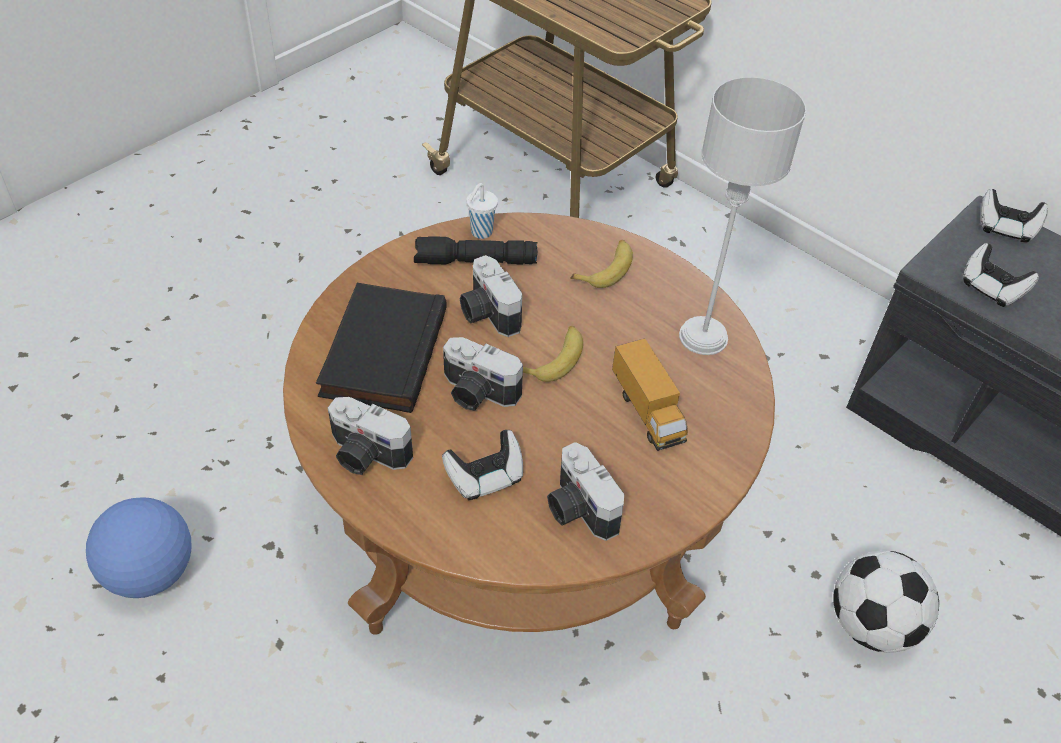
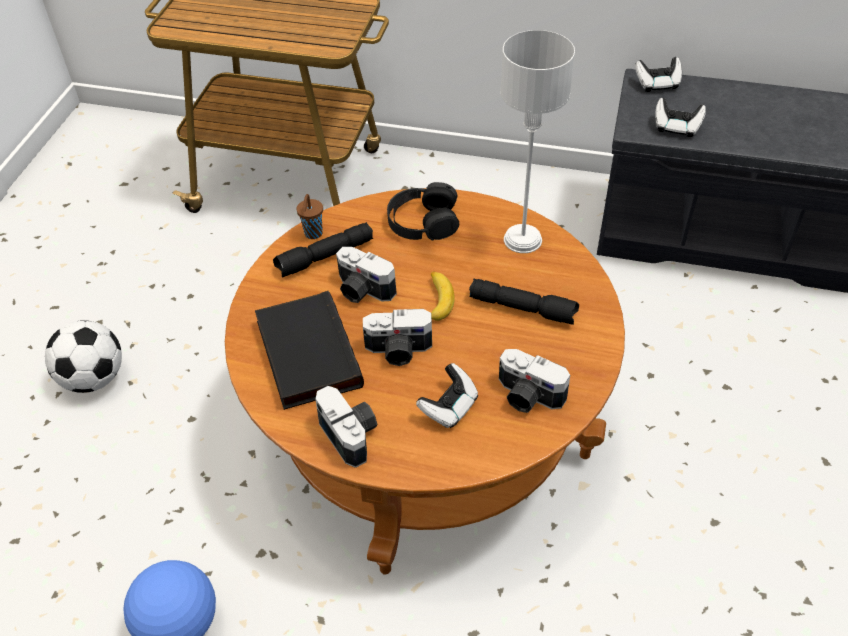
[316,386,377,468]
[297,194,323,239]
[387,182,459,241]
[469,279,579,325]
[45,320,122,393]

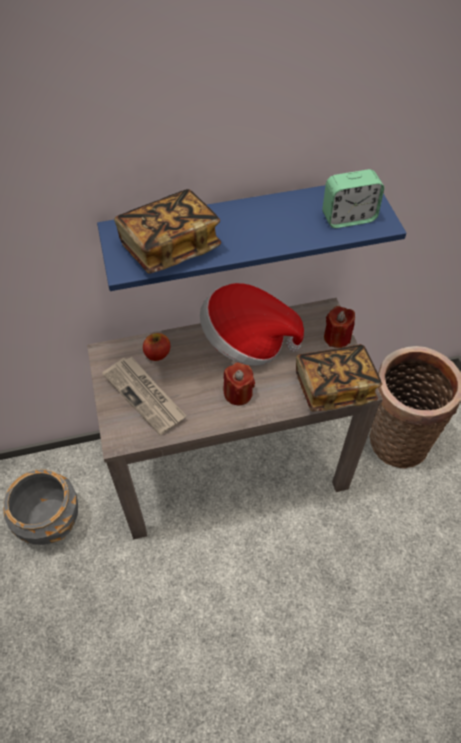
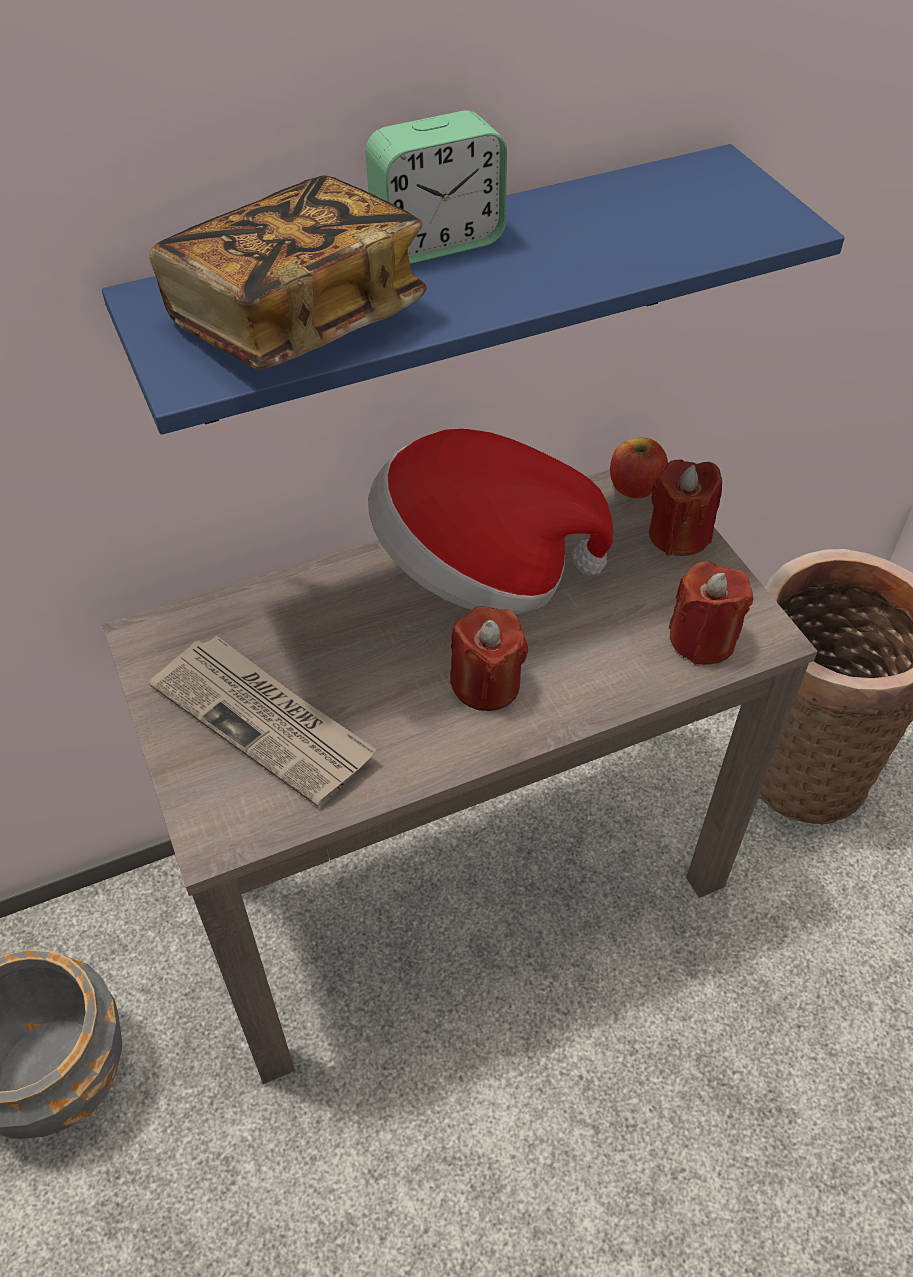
[610,438,668,498]
[669,561,753,665]
[365,110,507,264]

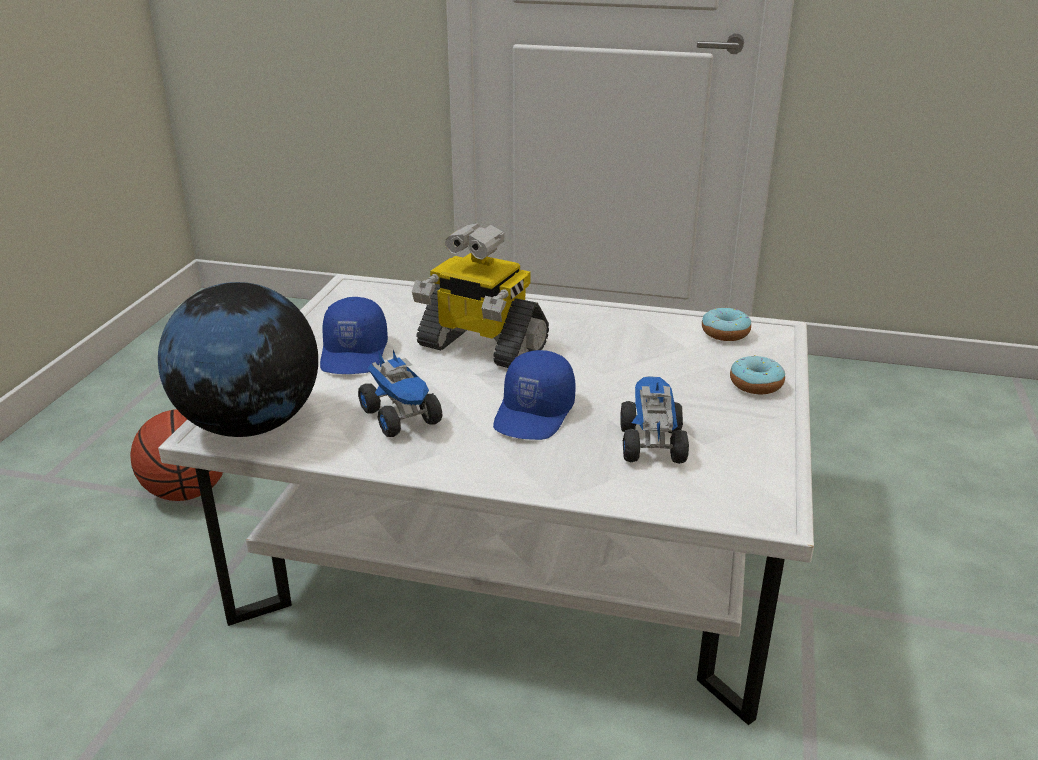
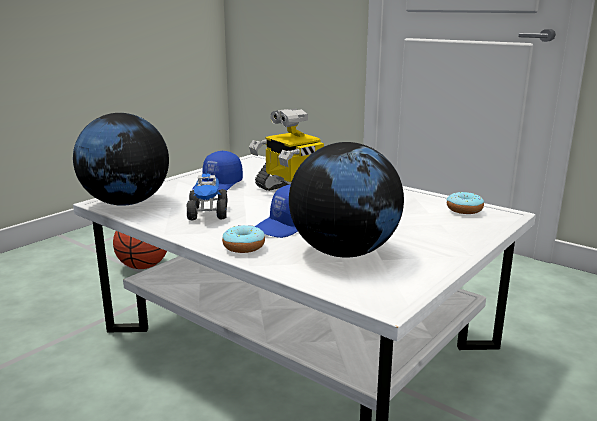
[289,142,404,258]
[222,225,265,253]

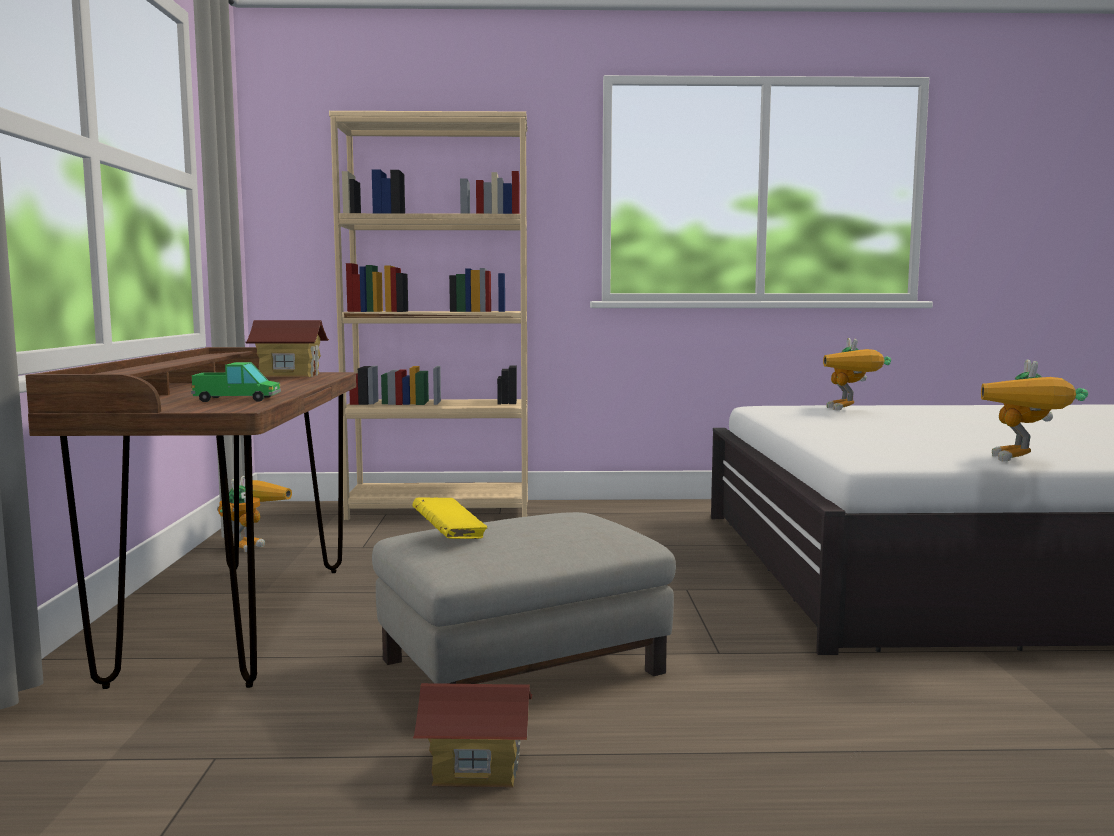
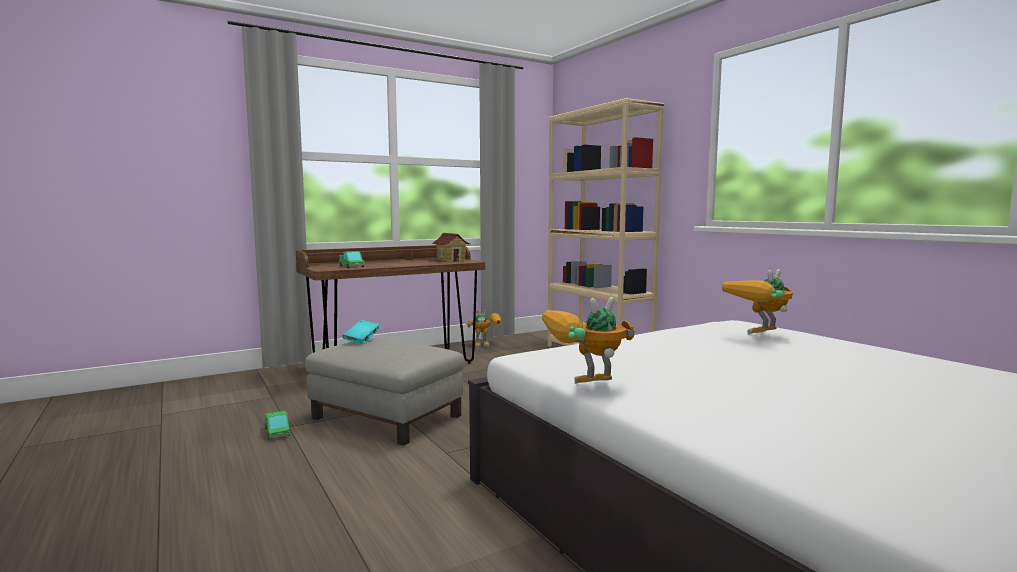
[343,320,380,344]
[265,411,292,439]

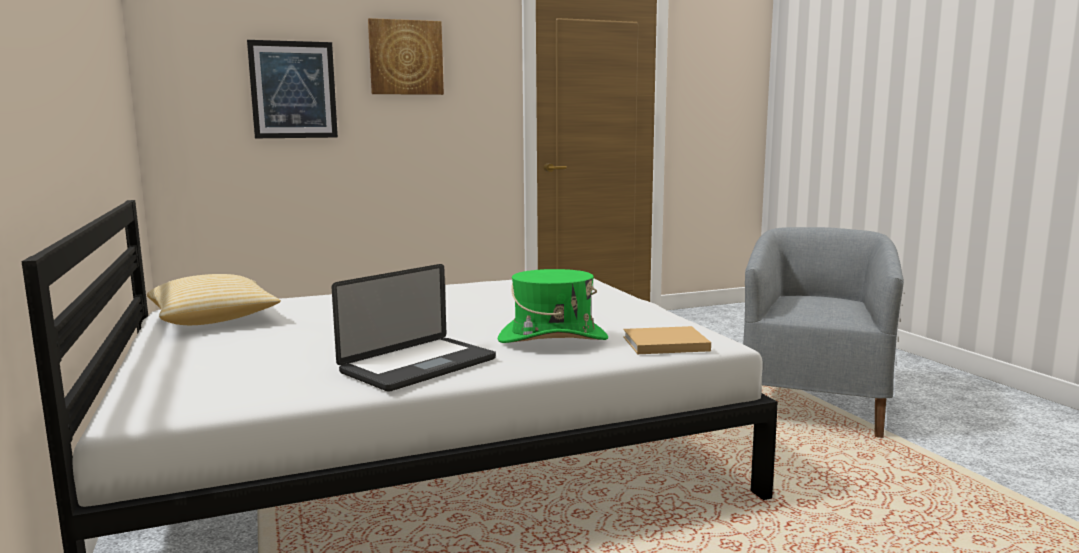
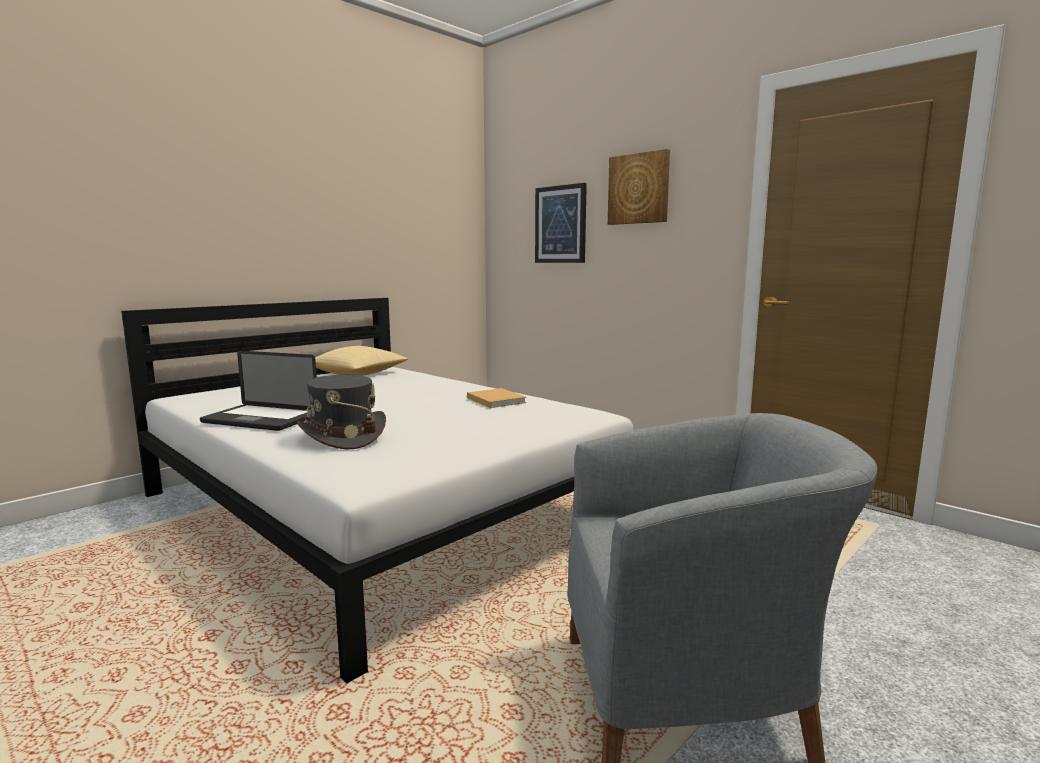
[297,375,386,450]
[467,388,526,408]

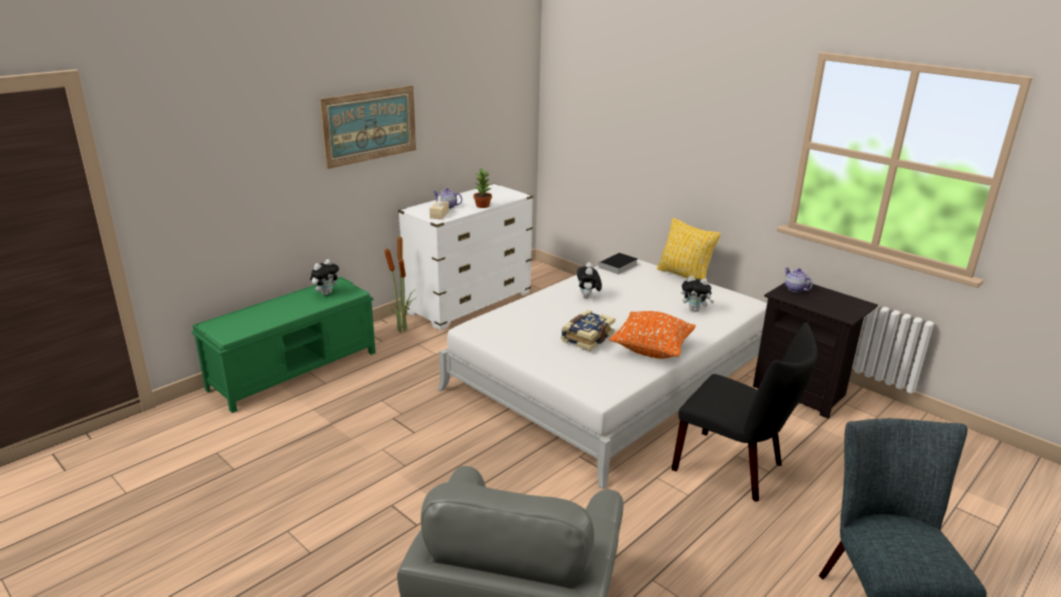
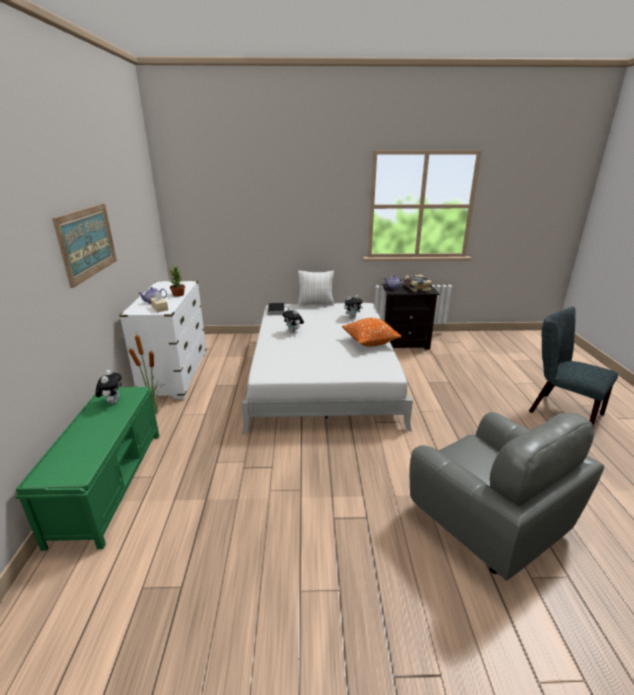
[404,275,432,292]
[298,271,334,306]
[671,322,818,502] (first image)

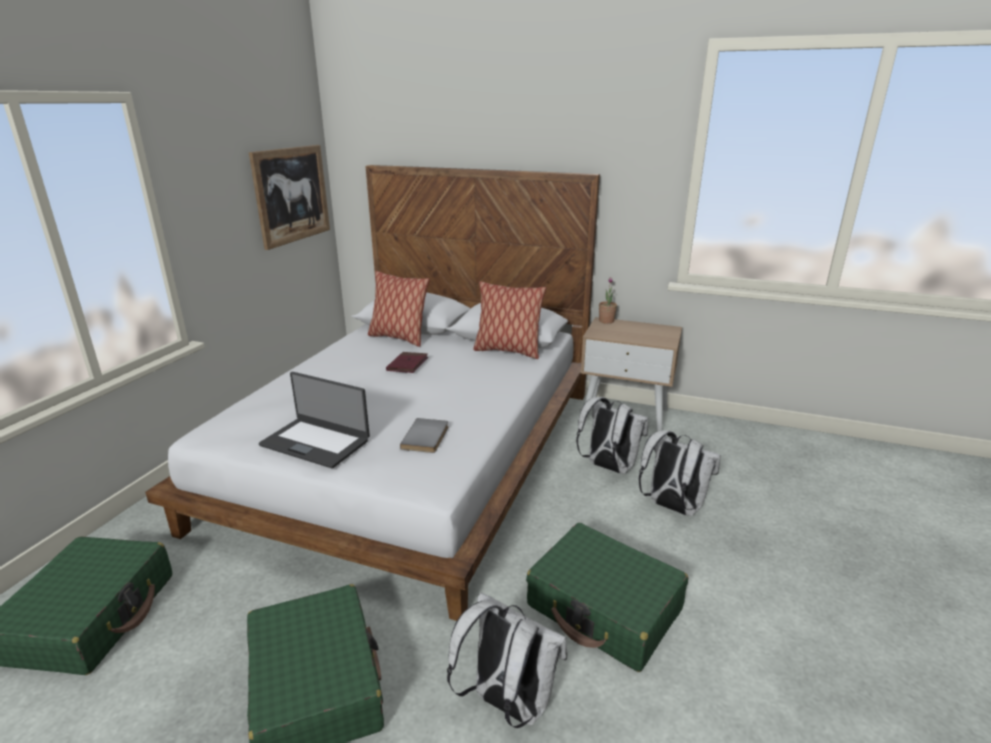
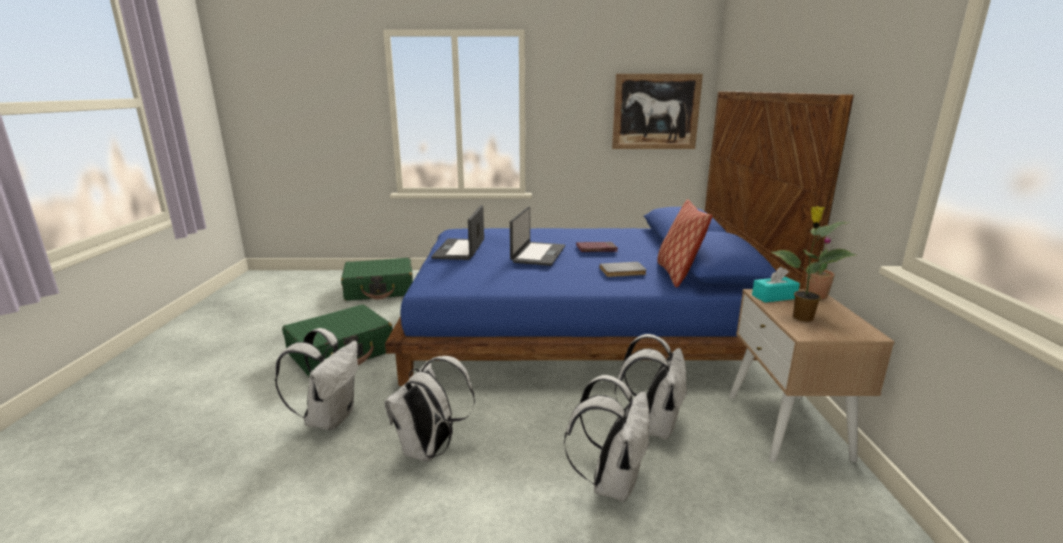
[385,91,854,386]
[368,271,430,347] (first image)
[600,262,647,277]
[384,356,475,461]
[510,207,565,266]
[752,267,800,303]
[771,206,856,322]

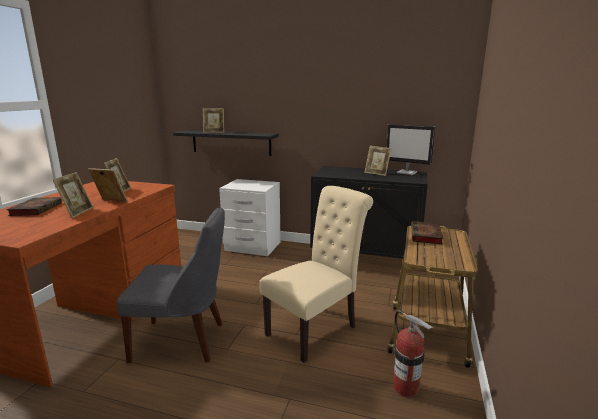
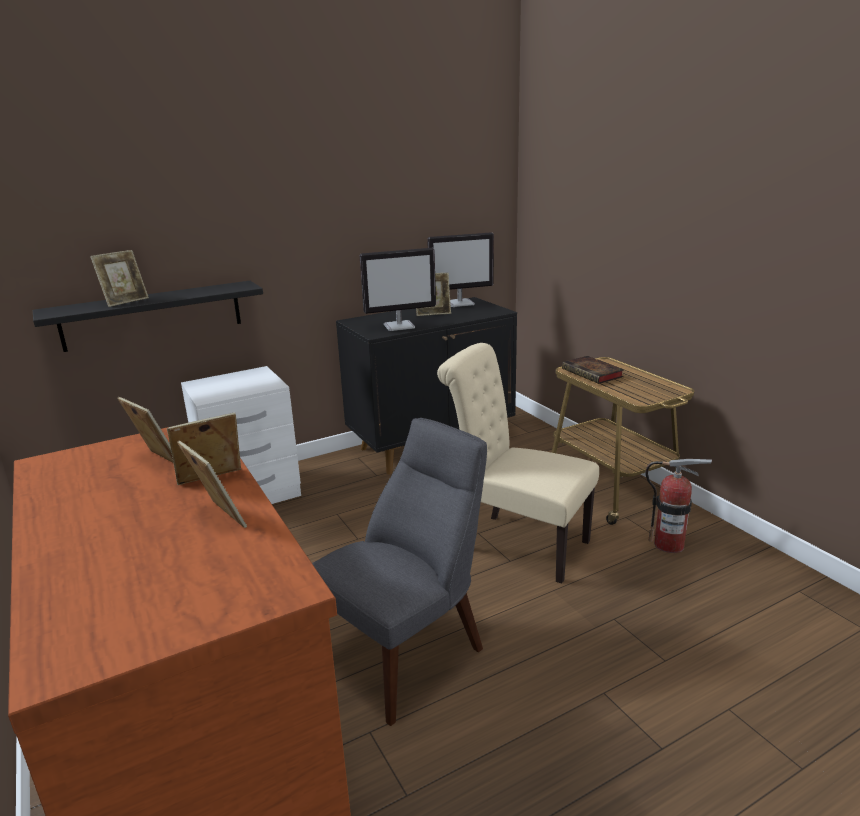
[6,197,62,216] (first image)
[437,343,599,584]
[359,248,436,331]

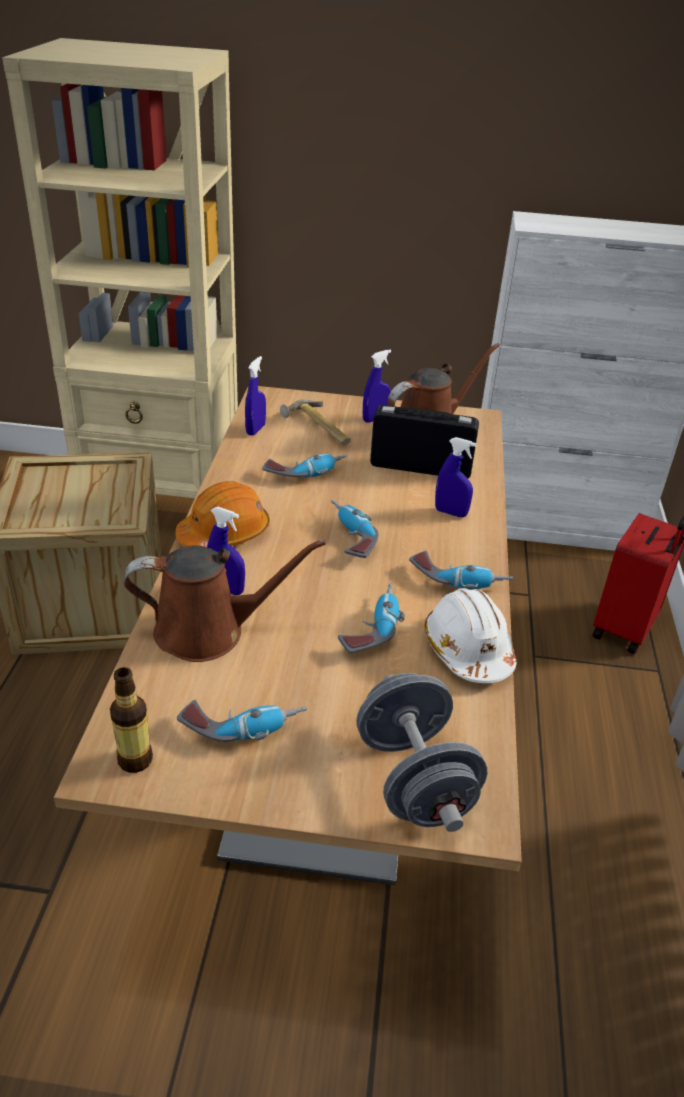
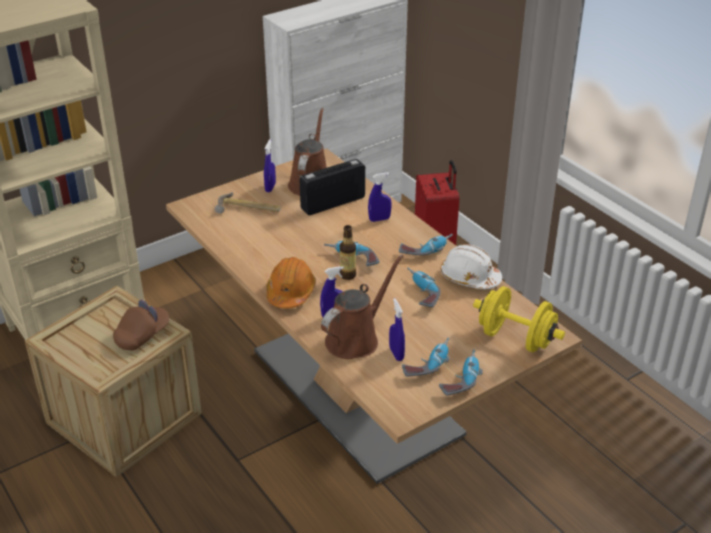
[340,225,356,280]
[389,298,405,361]
[439,349,483,396]
[473,286,565,352]
[113,300,169,350]

